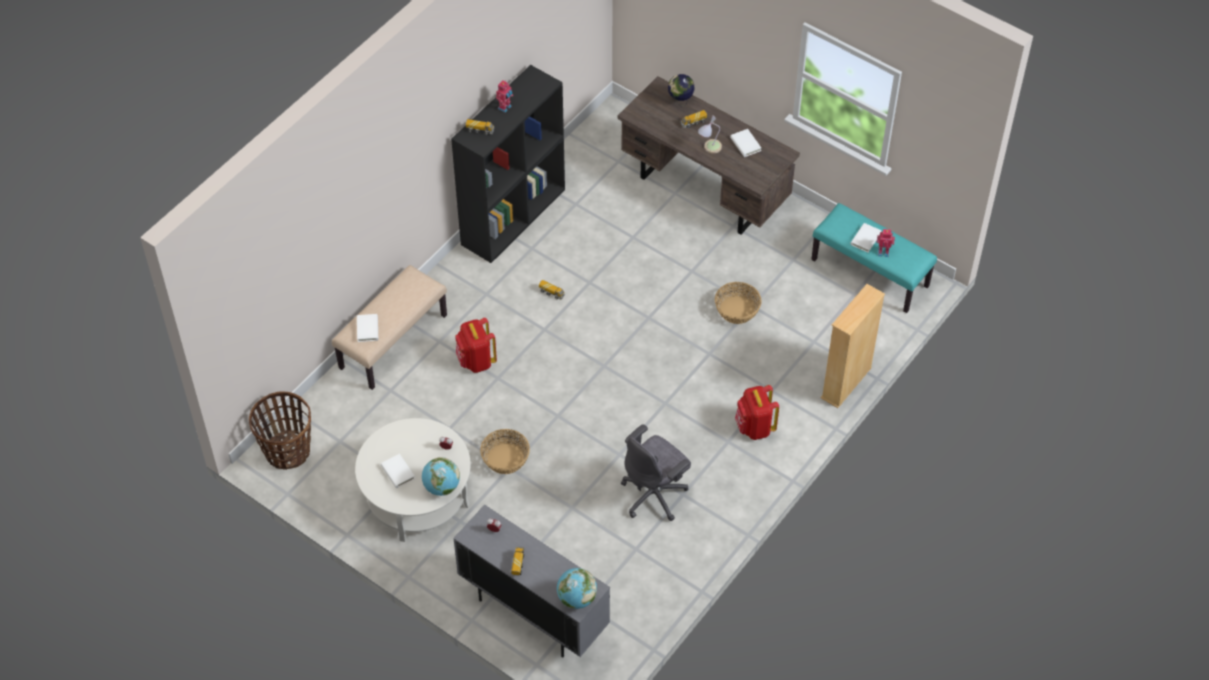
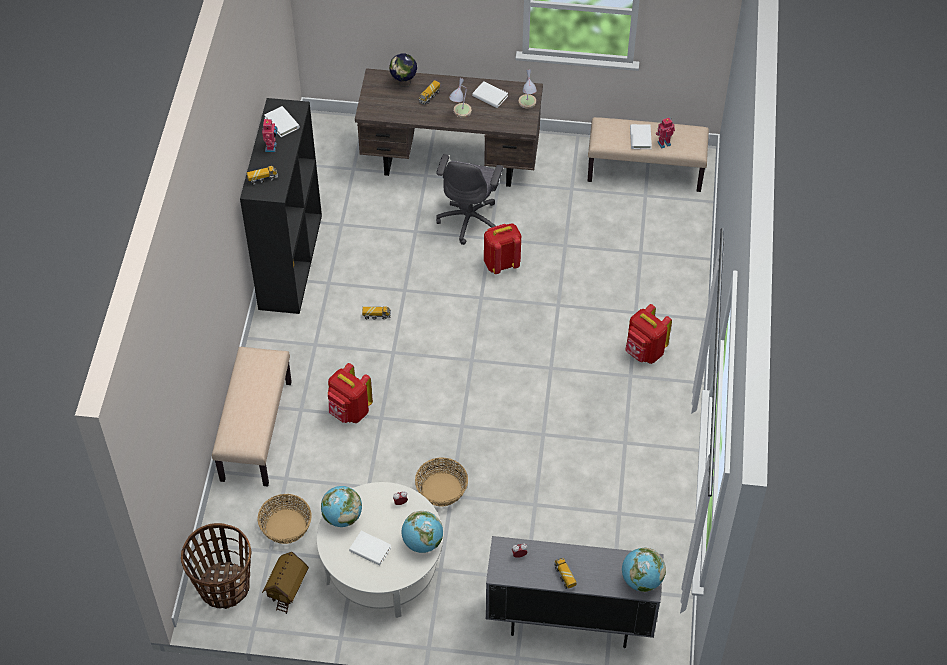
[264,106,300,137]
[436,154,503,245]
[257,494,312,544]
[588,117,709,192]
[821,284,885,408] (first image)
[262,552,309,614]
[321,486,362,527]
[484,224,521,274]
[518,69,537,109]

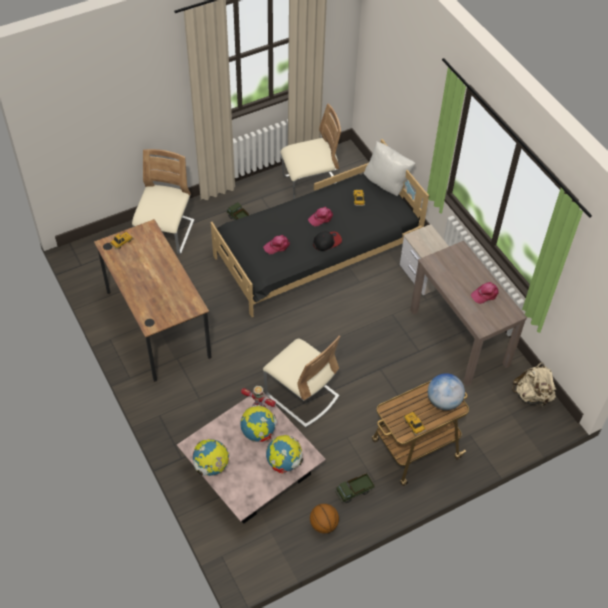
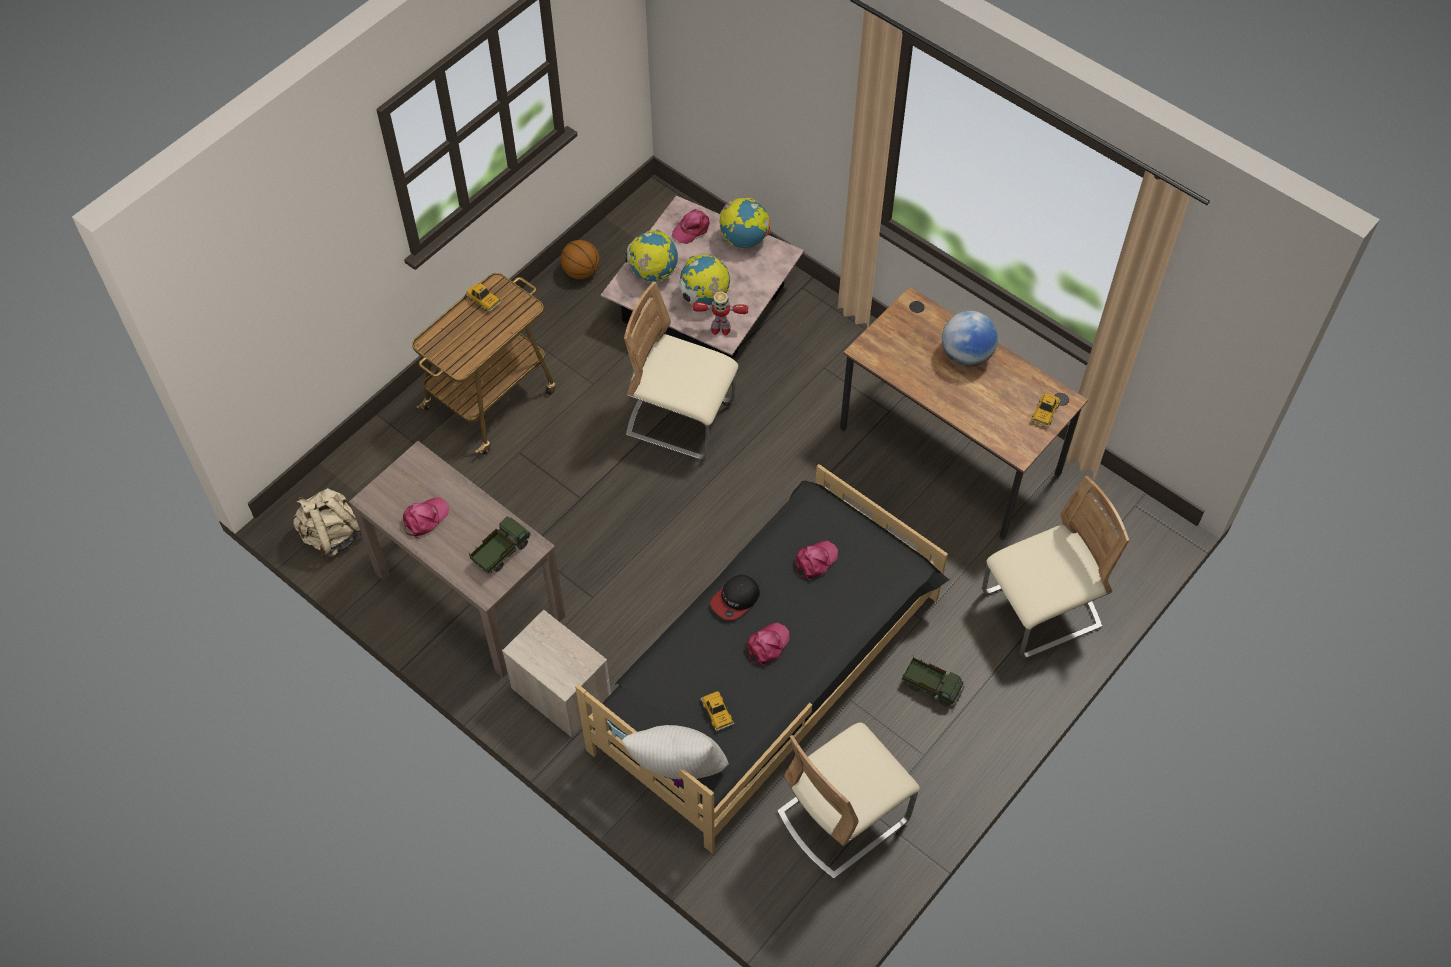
[982,476,1129,658]
[469,516,531,574]
[942,311,998,367]
[672,209,710,244]

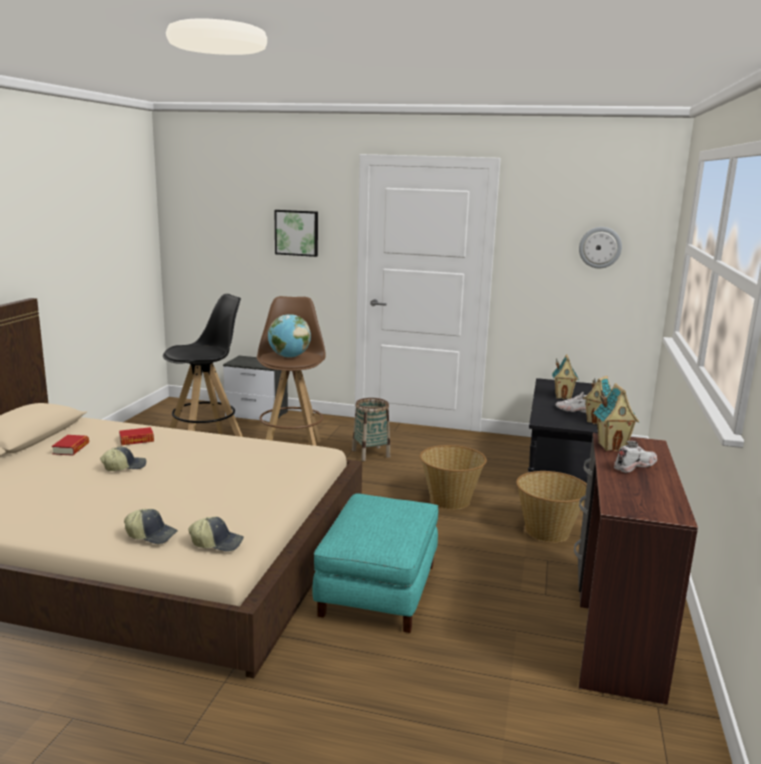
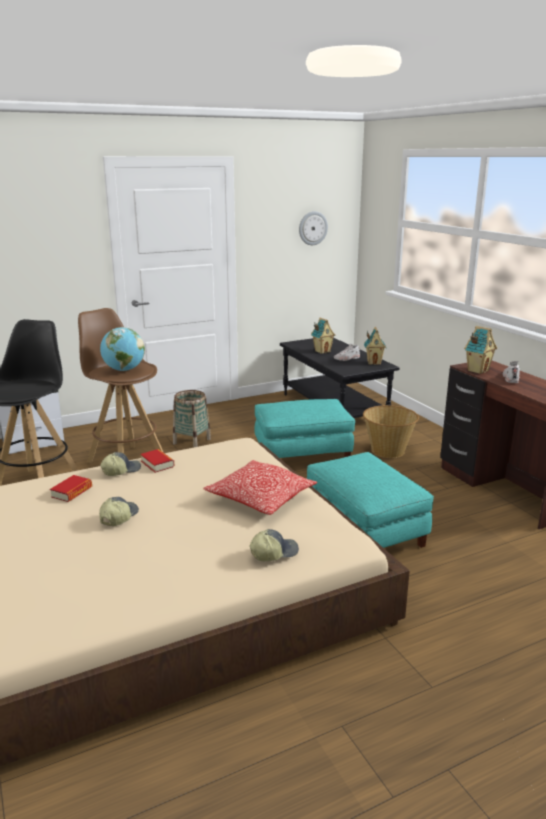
[140,449,175,473]
[100,452,141,476]
[275,210,318,257] (first image)
[255,399,355,458]
[203,460,317,515]

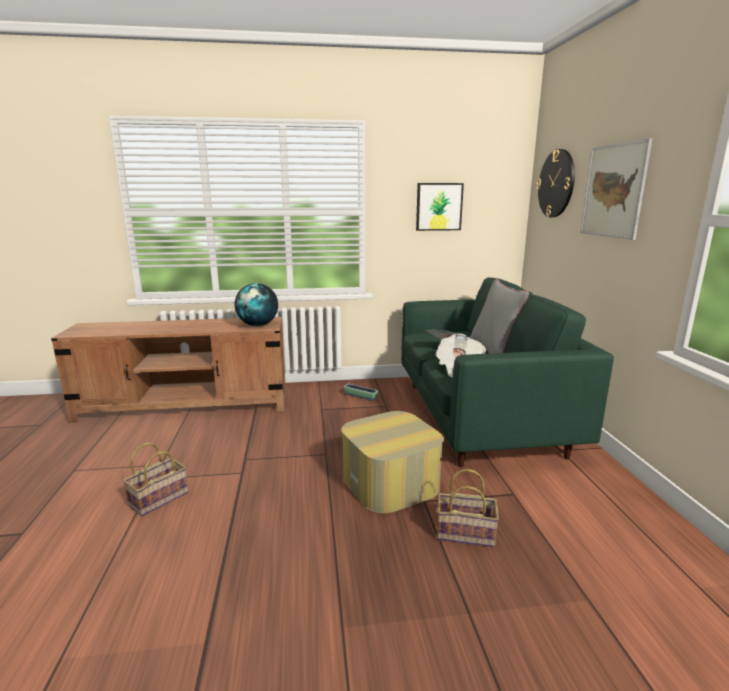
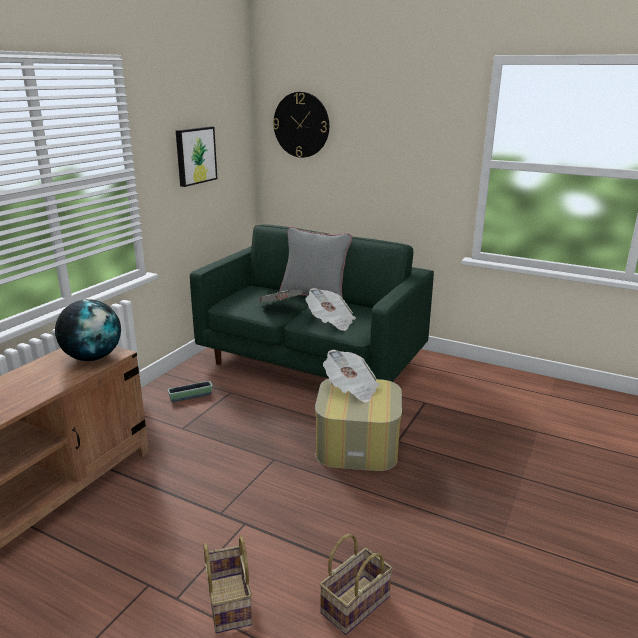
[319,534,393,635]
[580,138,652,240] (first image)
[323,350,380,402]

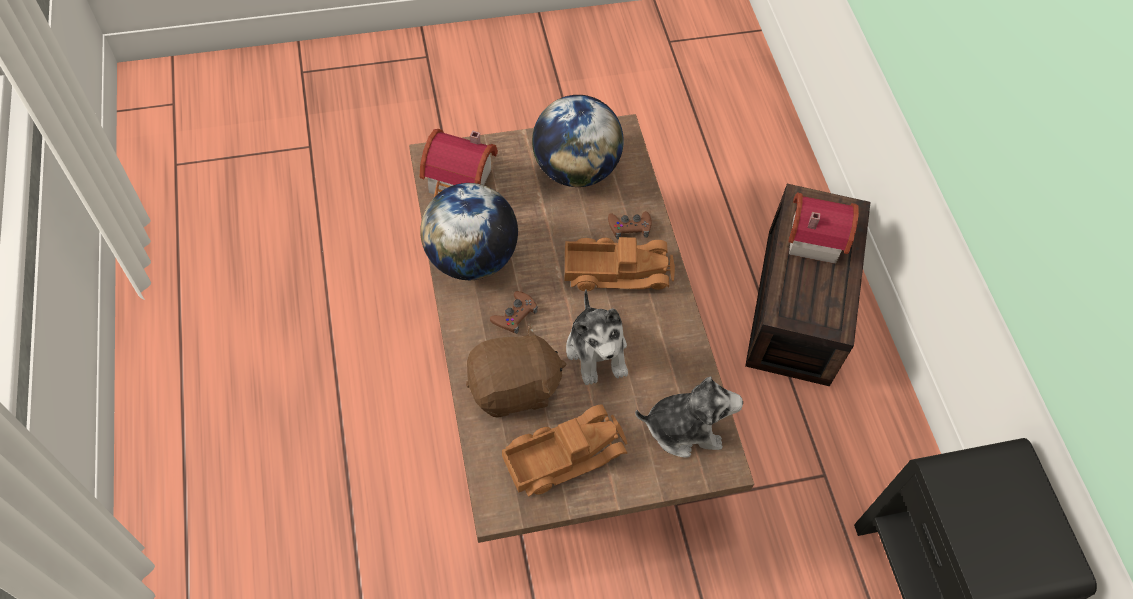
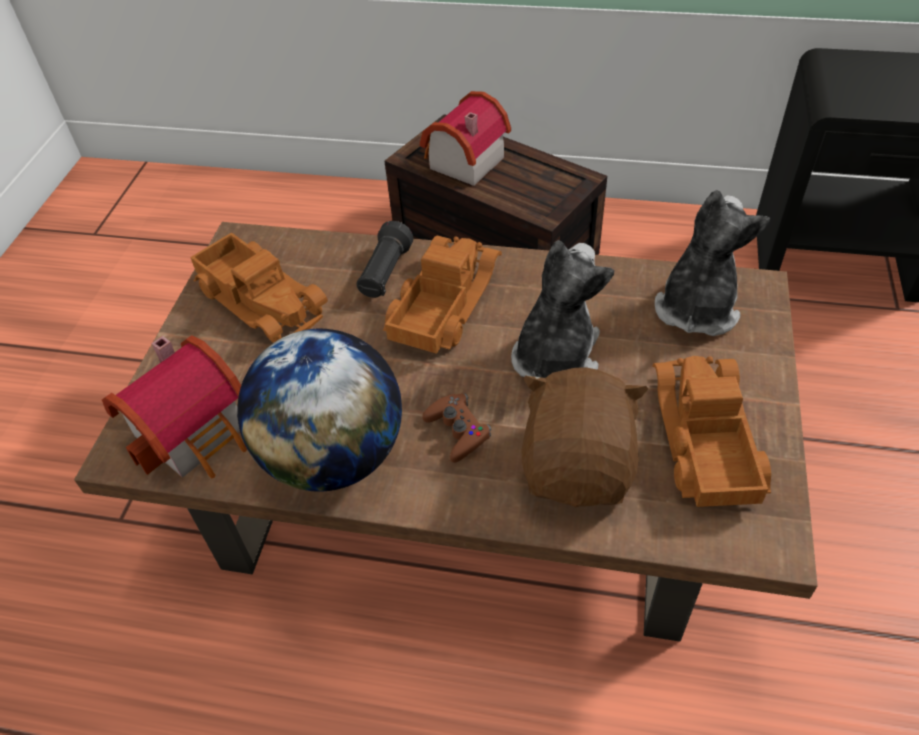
[190,232,328,343]
[511,240,614,378]
[357,221,413,298]

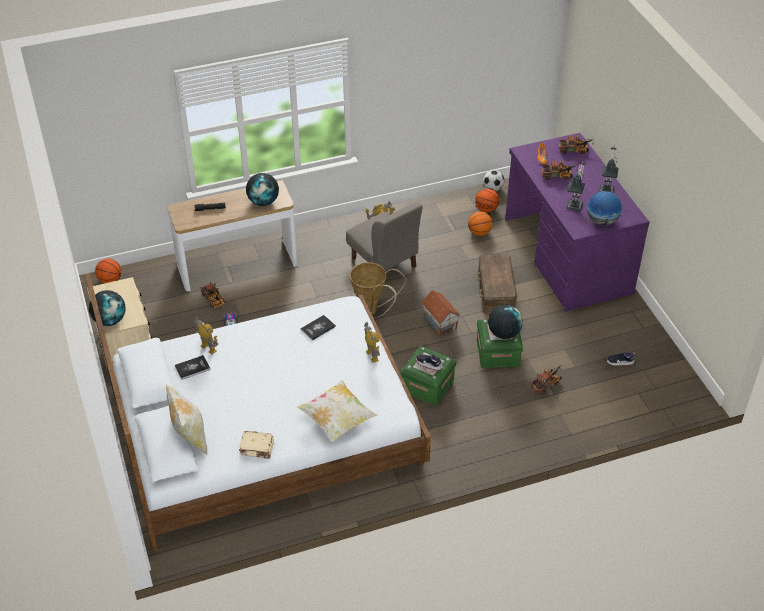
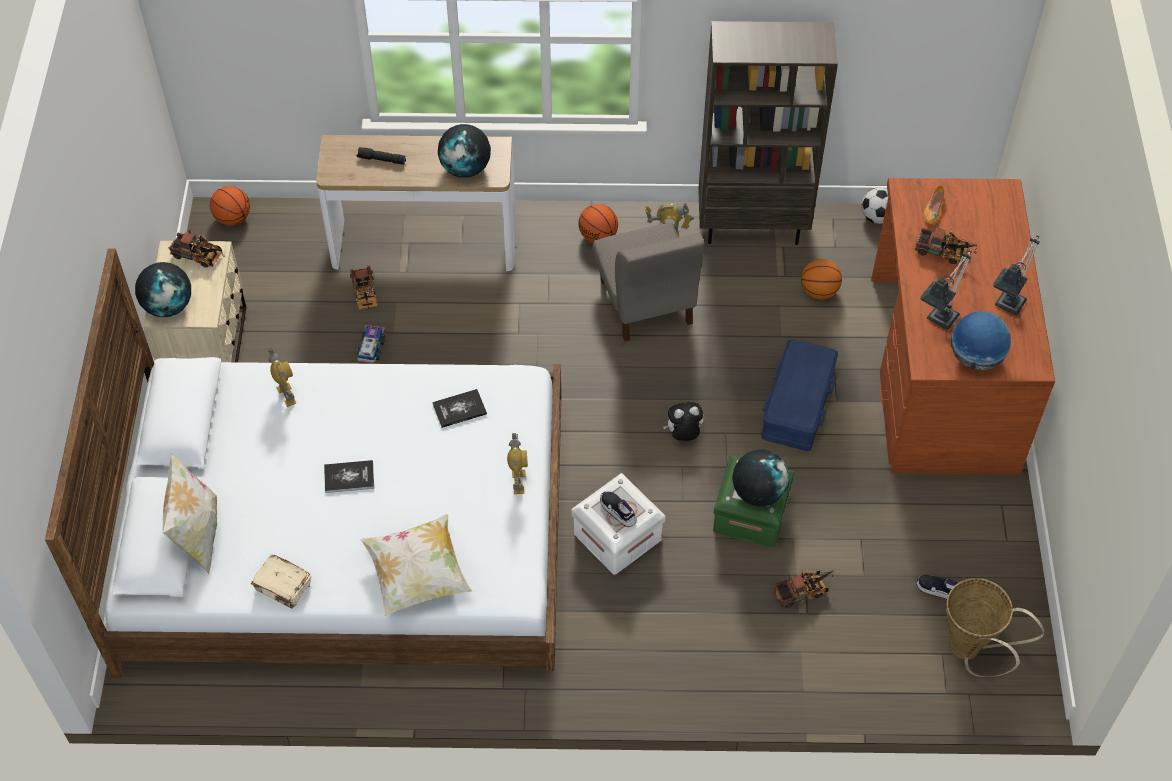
[324,460,374,493]
[946,578,1044,677]
[571,473,665,575]
[663,402,703,441]
[578,204,618,243]
[761,339,838,451]
[871,178,1055,475]
[169,230,225,268]
[698,21,838,245]

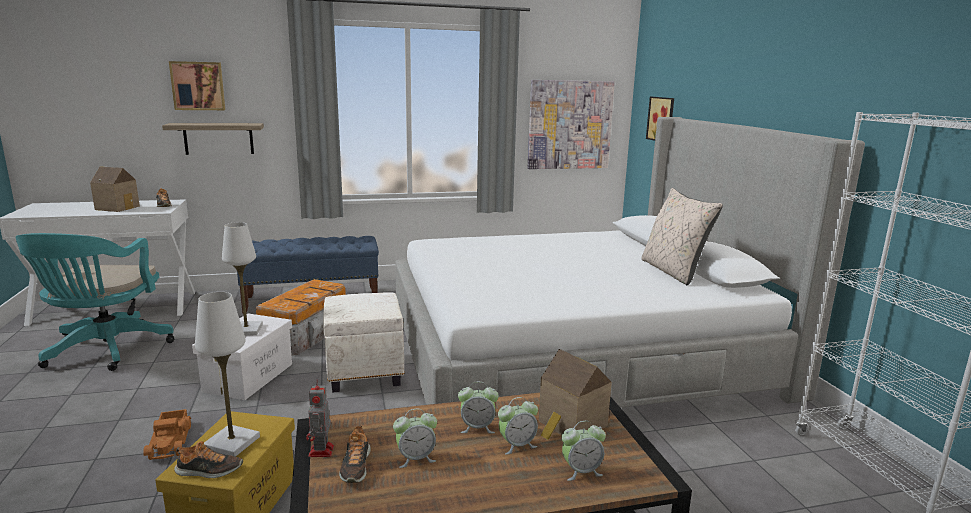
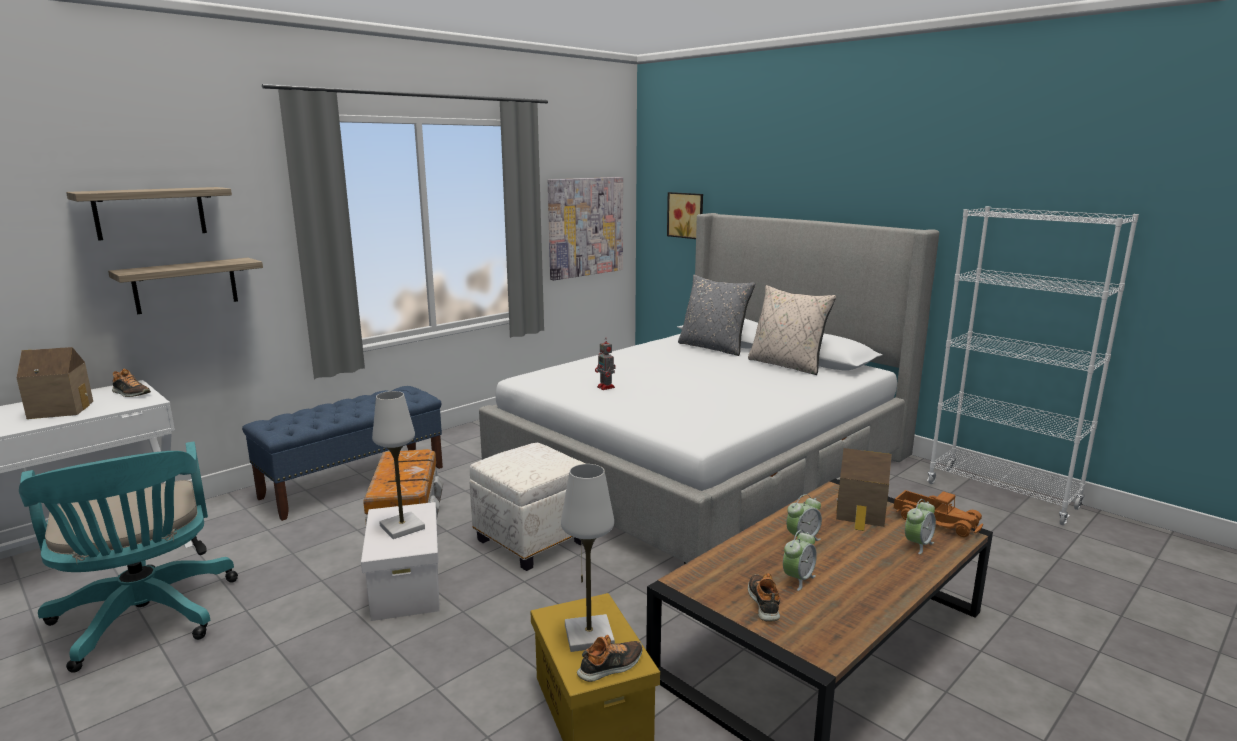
[894,490,983,537]
[66,187,232,241]
[595,337,616,390]
[748,573,780,622]
[498,397,538,455] (first image)
[678,275,755,356]

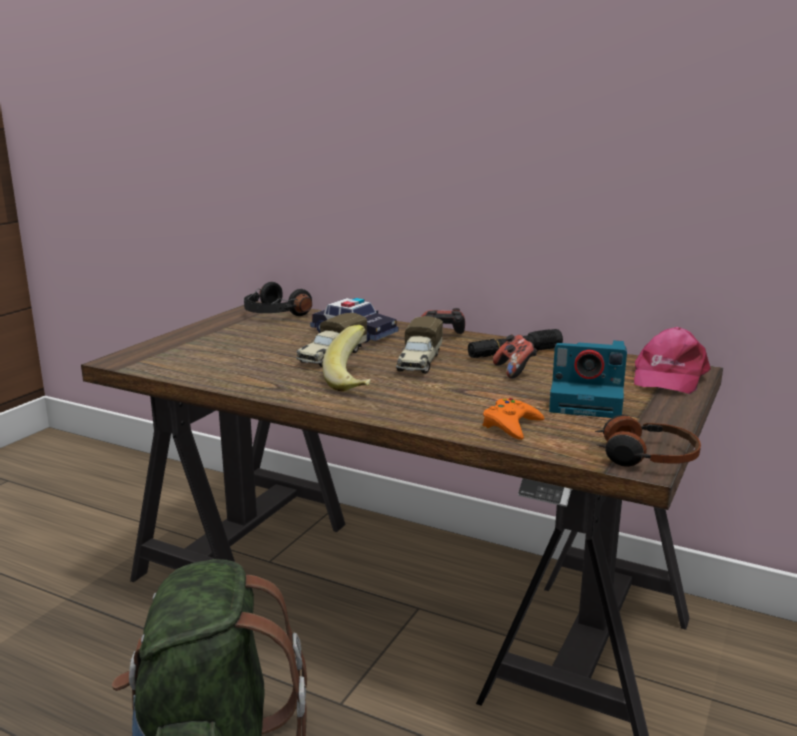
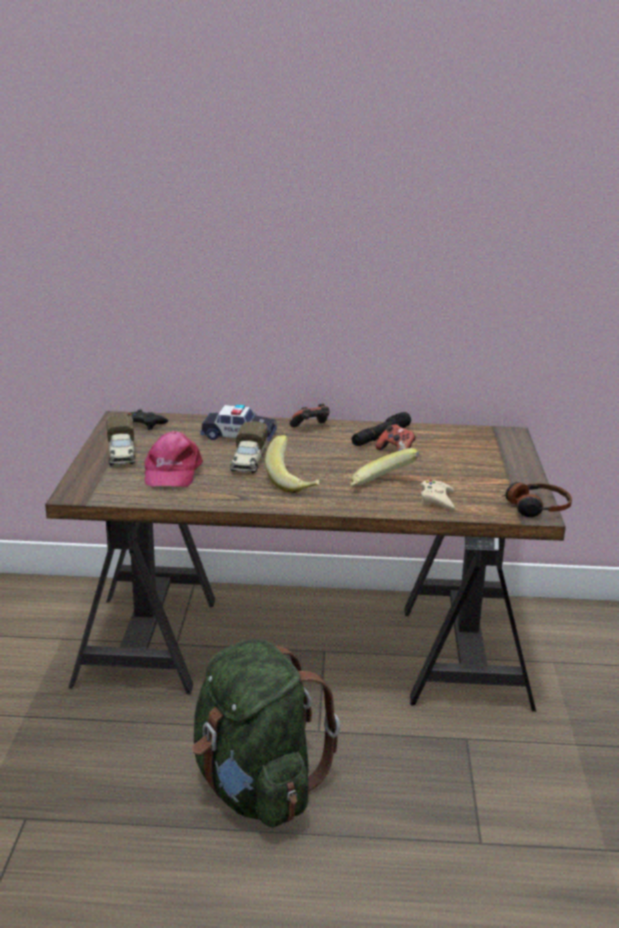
[127,409,168,430]
[106,414,135,465]
[421,480,455,510]
[549,340,627,418] (first image)
[144,431,203,487]
[350,448,420,486]

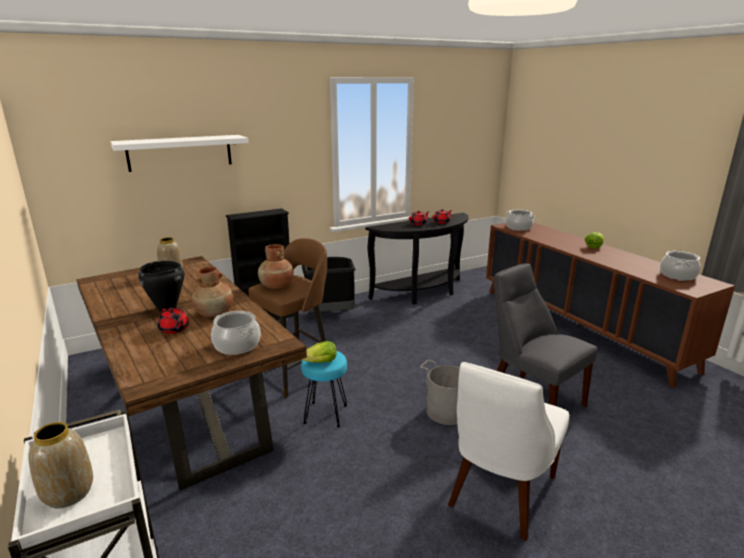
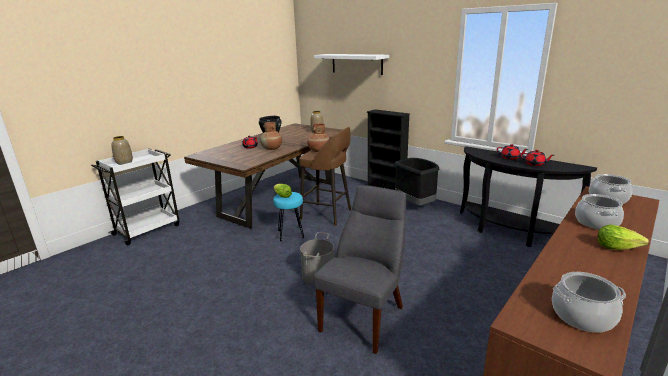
[575,194,624,230]
[448,362,569,541] (first image)

